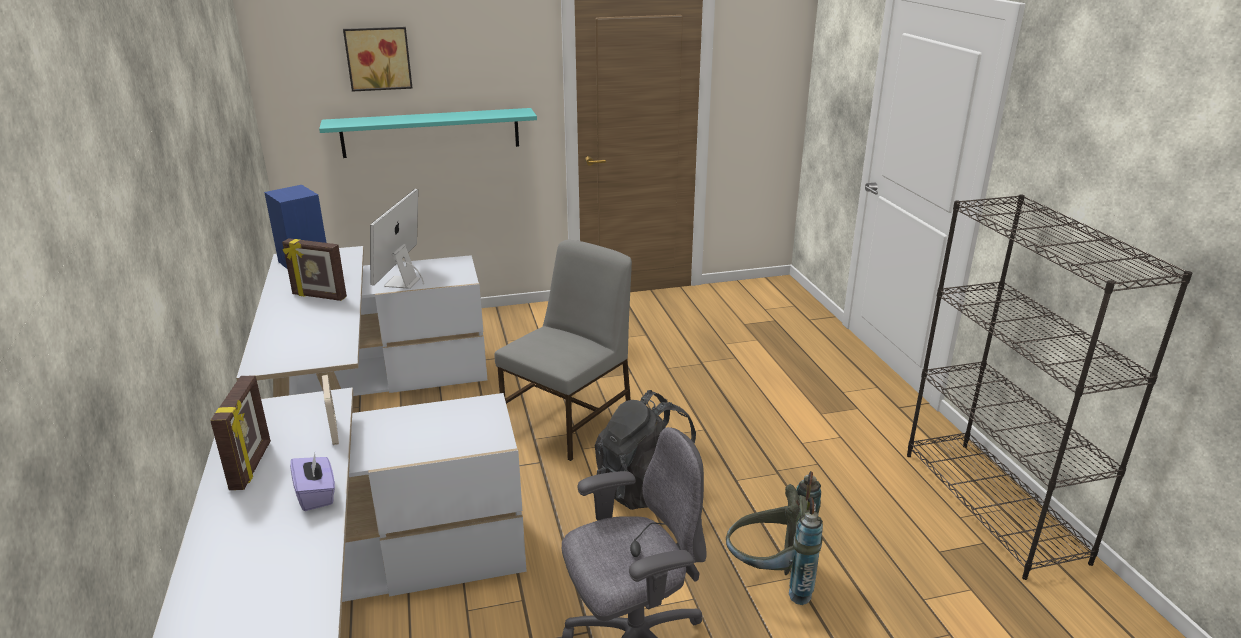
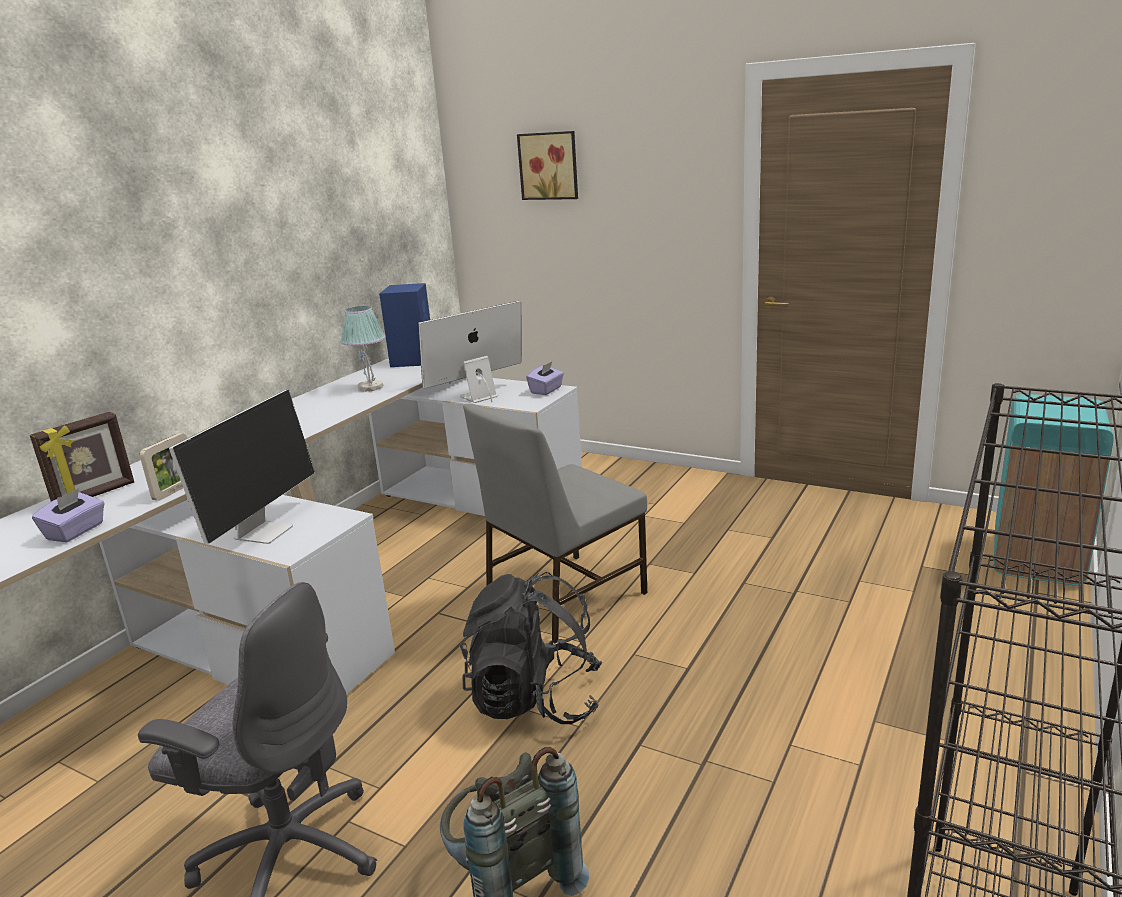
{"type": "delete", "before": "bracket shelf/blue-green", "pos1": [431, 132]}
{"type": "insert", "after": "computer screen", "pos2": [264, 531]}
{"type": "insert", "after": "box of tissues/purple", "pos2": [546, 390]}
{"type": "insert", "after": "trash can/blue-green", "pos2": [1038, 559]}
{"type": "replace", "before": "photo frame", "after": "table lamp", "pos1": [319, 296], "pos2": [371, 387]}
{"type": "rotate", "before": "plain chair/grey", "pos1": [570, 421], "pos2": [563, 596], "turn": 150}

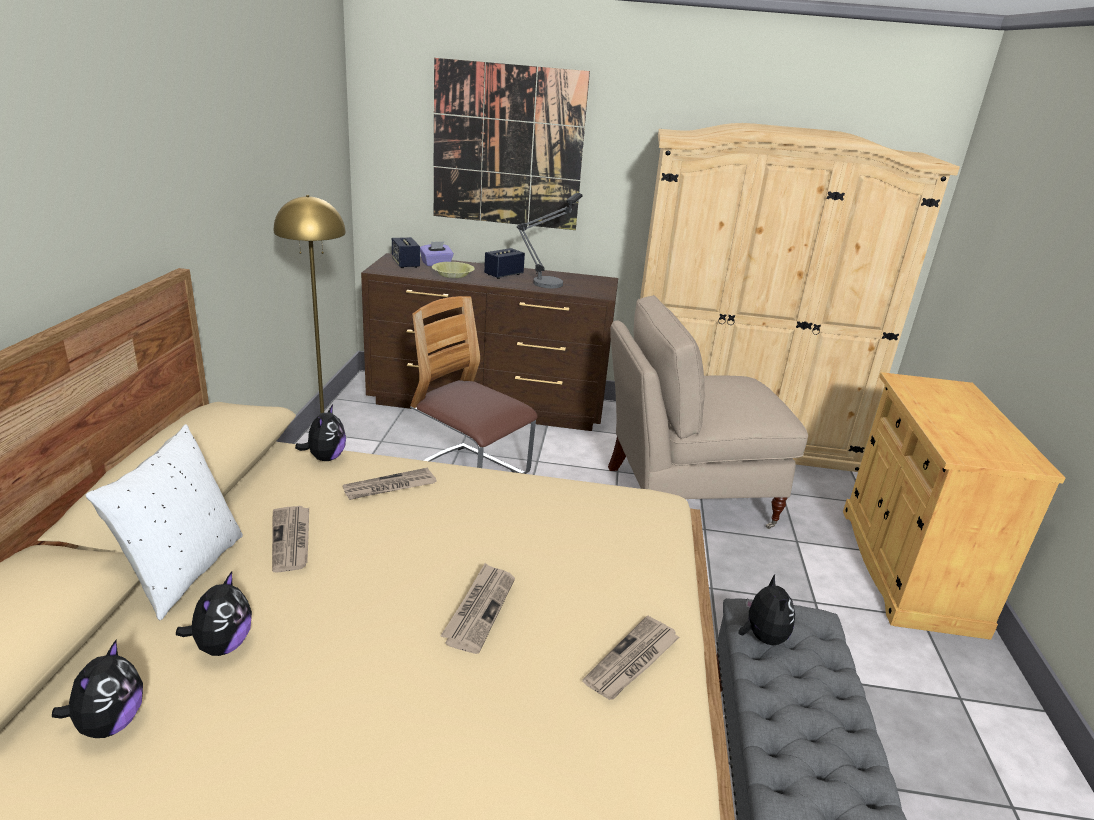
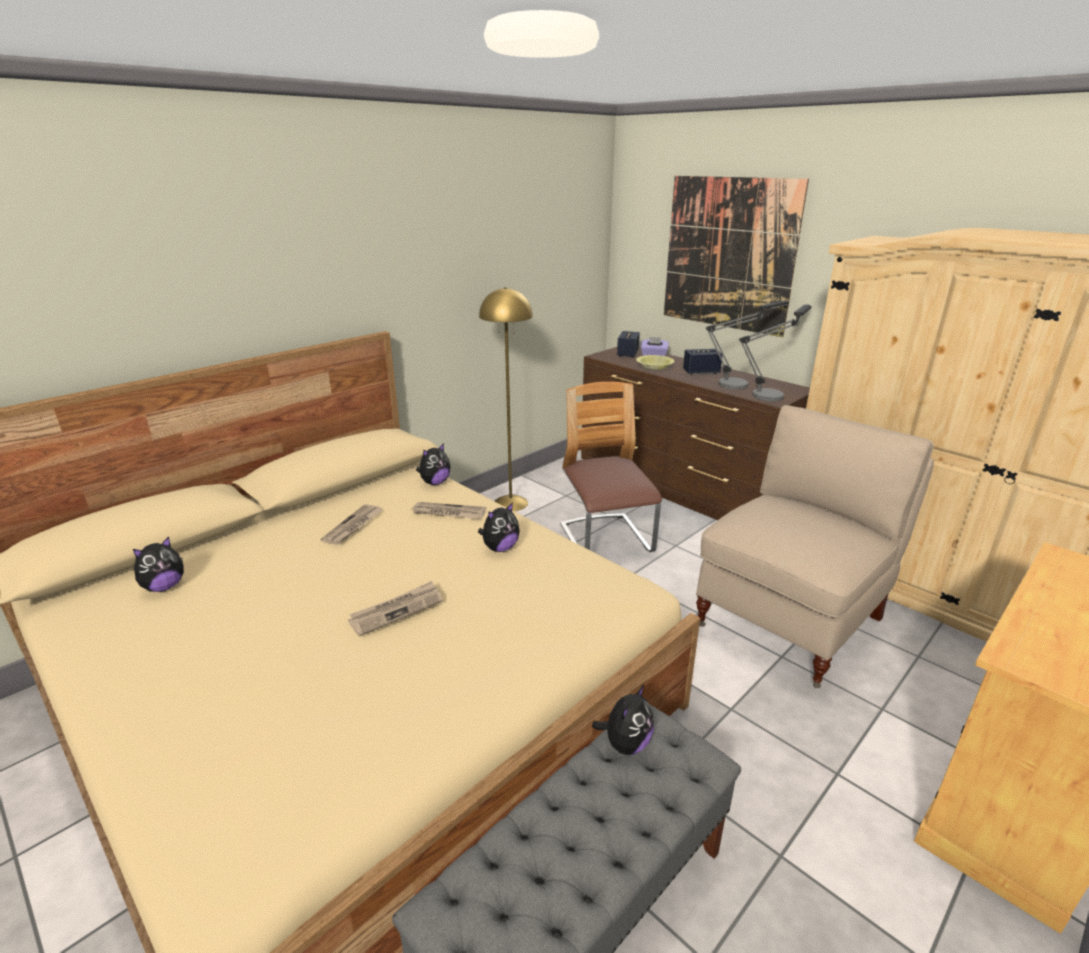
{"type": "delete", "before": "pillow/white-coloured", "pos1": [183, 571]}
{"type": "delete", "before": "newspaper", "pos1": [632, 661]}
{"type": "insert", "after": "table lamp", "pos2": [772, 393]}
{"type": "move", "before": "cuddly toy", "pos1": [222, 645], "pos2": [500, 548]}
{"type": "rotate", "before": "plain chair/beige-coloured", "pos1": [684, 497], "pos2": [791, 621], "turn": 105}

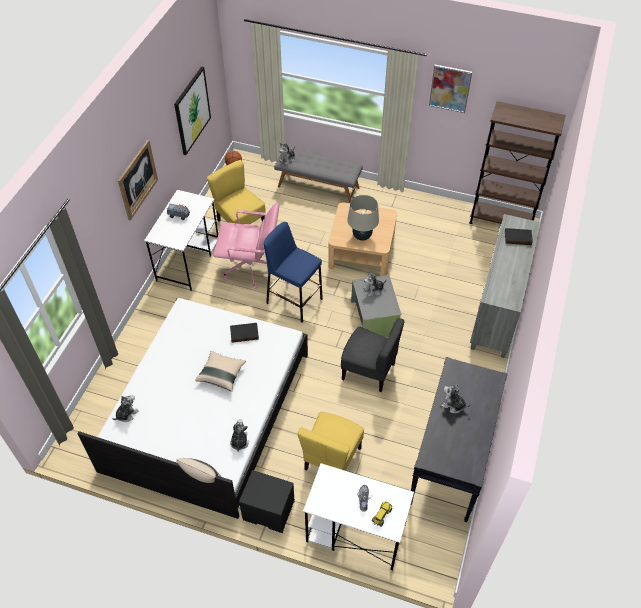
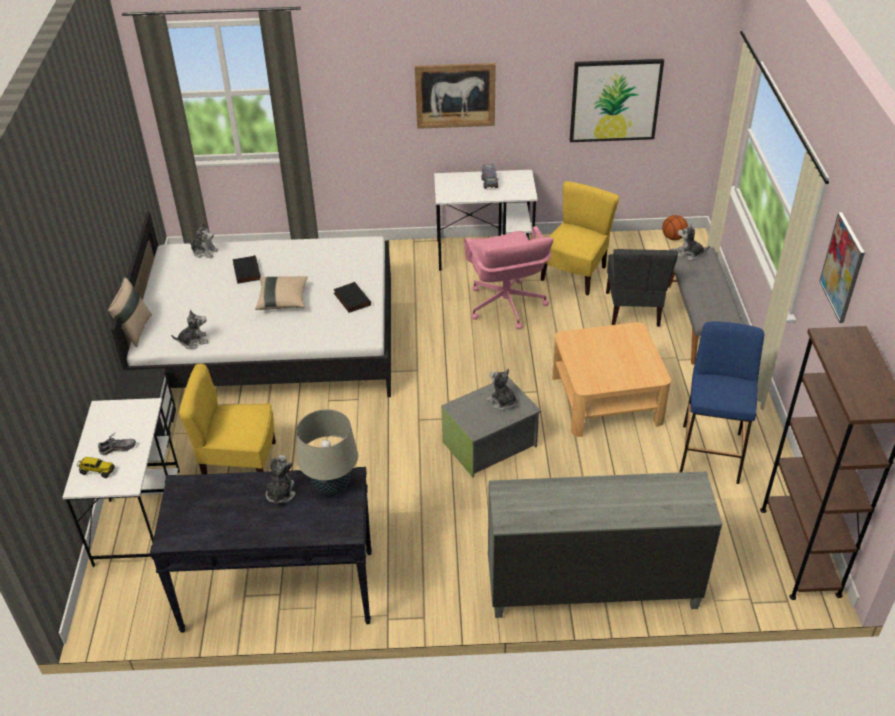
{"type": "move", "before": "stool seat/blue-coloured", "pos1": [294, 301], "pos2": [710, 453]}
{"type": "move", "before": "plain chair/grey", "pos1": [369, 371], "pos2": [634, 309]}
{"type": "move", "before": "table lamp/beige-coloured", "pos1": [362, 236], "pos2": [331, 487]}
{"type": "move", "before": "book/black-coloured", "pos1": [517, 238], "pos2": [246, 271]}

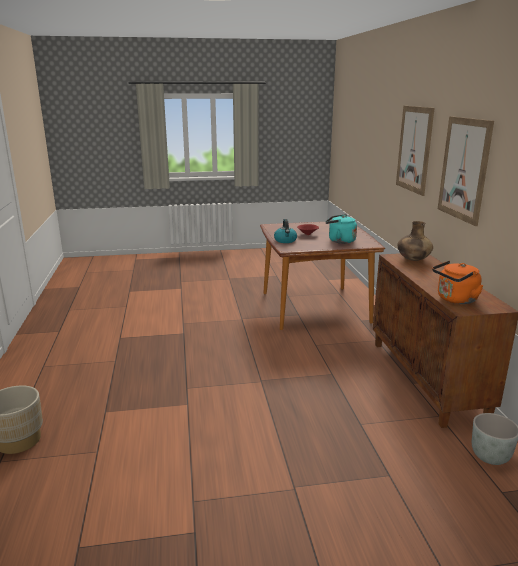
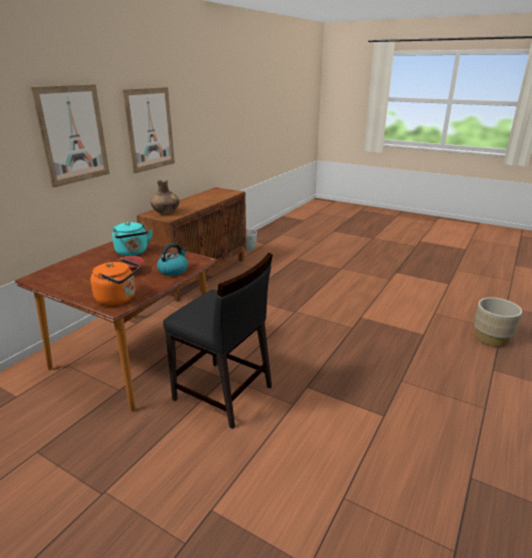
{"type": "insert", "after": "plain chair/black-coloured", "pos2": [223, 394]}
{"type": "move", "before": "kettle/orange-coloured", "pos1": [455, 300], "pos2": [119, 299]}

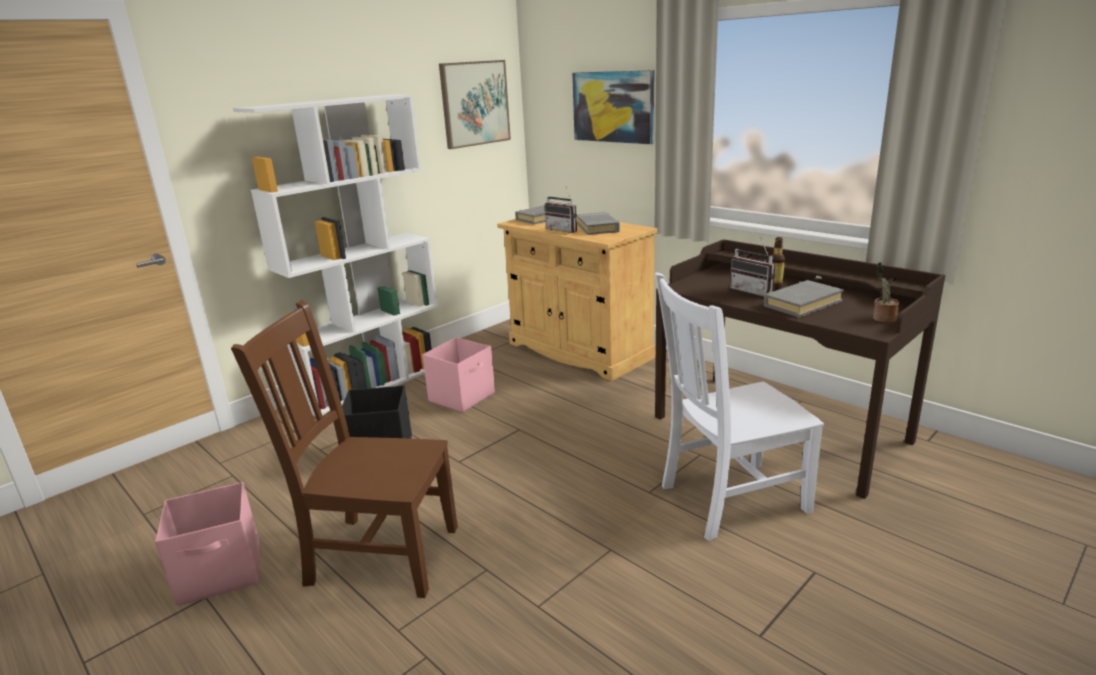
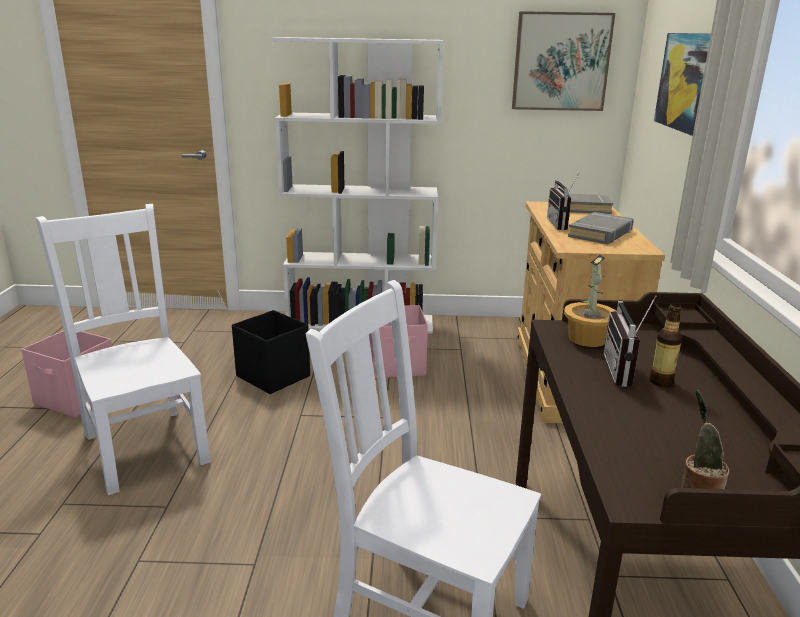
{"type": "delete", "before": "book/grey", "pos1": [802, 303]}
{"type": "insert", "after": "houseplant", "pos2": [588, 338]}
{"type": "recolor", "before": "plain chair/brown-coloured", "after": "plain chair/white-coloured", "pos1": [378, 554], "pos2": [144, 446]}

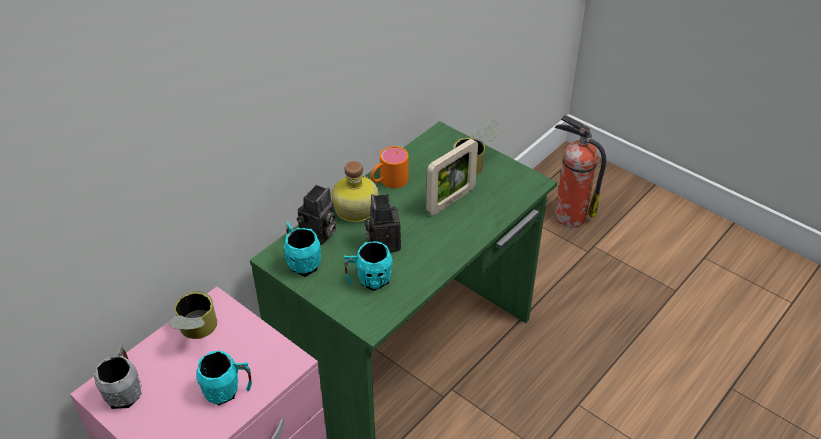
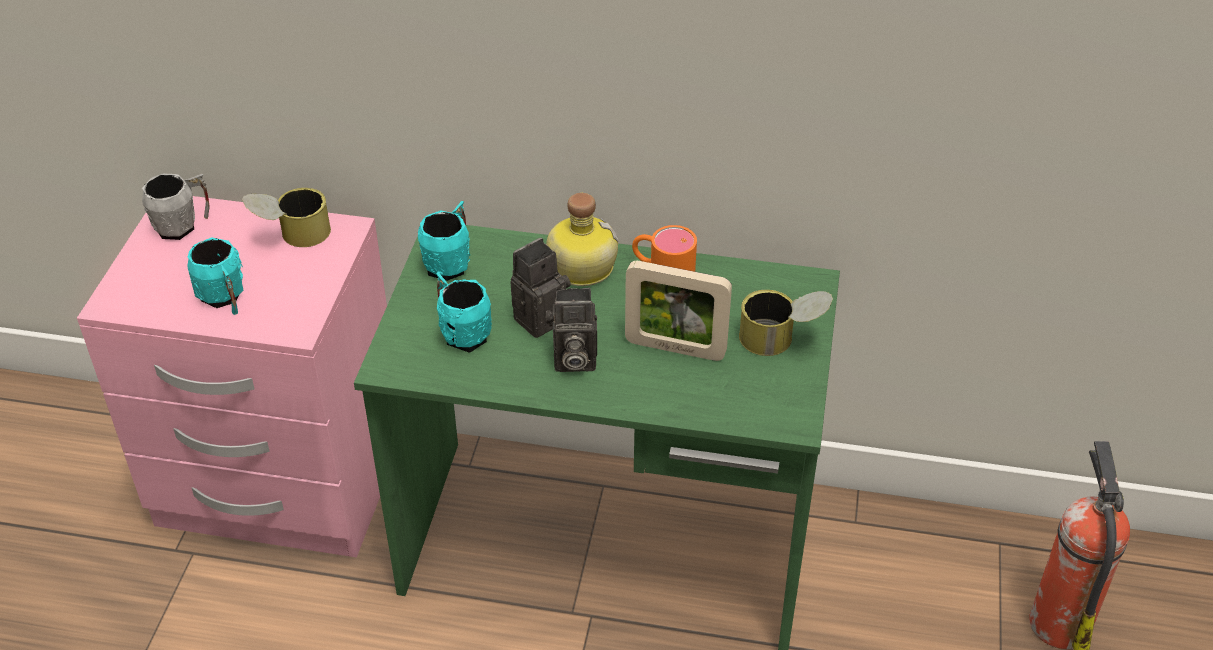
{"type": "move", "before": "photo camera", "pos1": [319, 235], "pos2": [572, 360]}

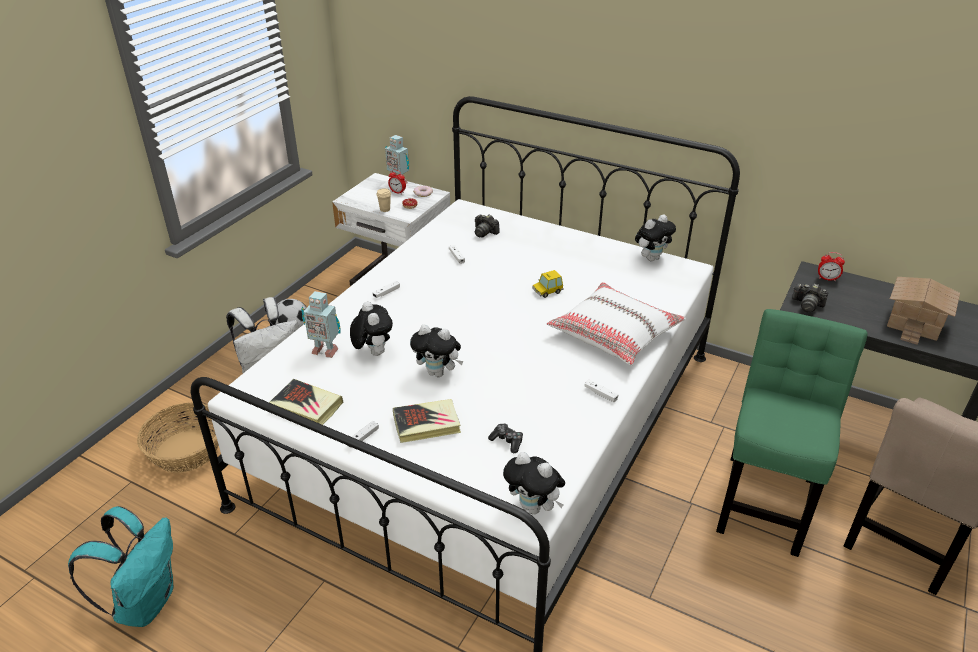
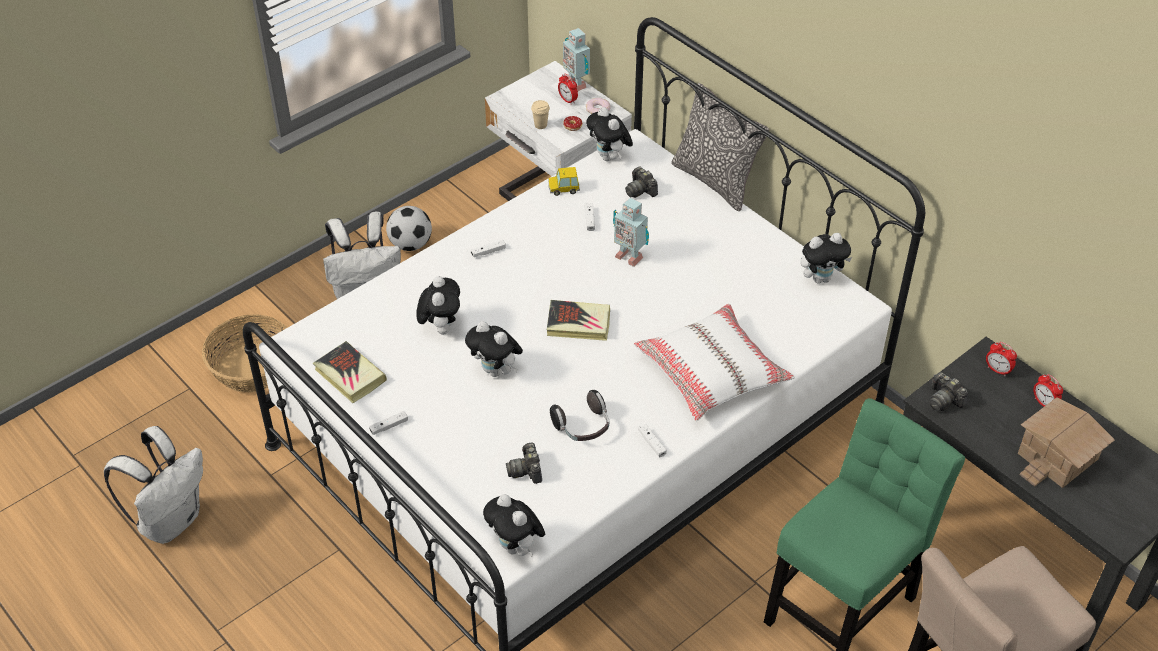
{"type": "insert", "after": "pair of headphones", "pos2": [582, 427]}
{"type": "insert", "after": "cuddly toy", "pos2": [609, 157]}
{"type": "insert", "after": "pillow", "pos2": [715, 181]}
{"type": "insert", "after": "table clock", "pos2": [1044, 403]}
{"type": "move", "before": "robot figure", "pos1": [325, 350], "pos2": [629, 256]}
{"type": "move", "before": "book", "pos1": [427, 424], "pos2": [578, 324]}
{"type": "move", "before": "toy car", "pos1": [547, 291], "pos2": [563, 188]}
{"type": "replace", "before": "gamepad", "after": "photo camera", "pos1": [507, 441], "pos2": [526, 470]}
{"type": "recolor", "before": "knapsack/blue-green", "after": "knapsack/white-coloured", "pos1": [145, 602], "pos2": [171, 520]}

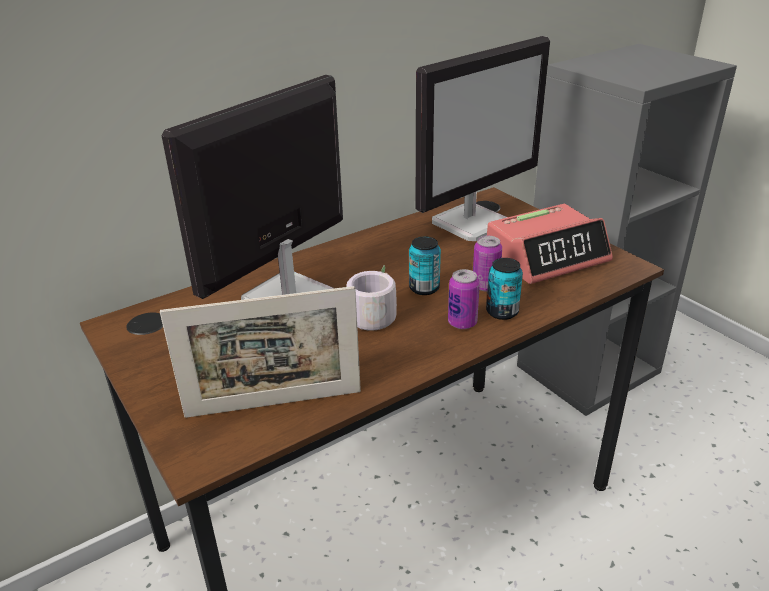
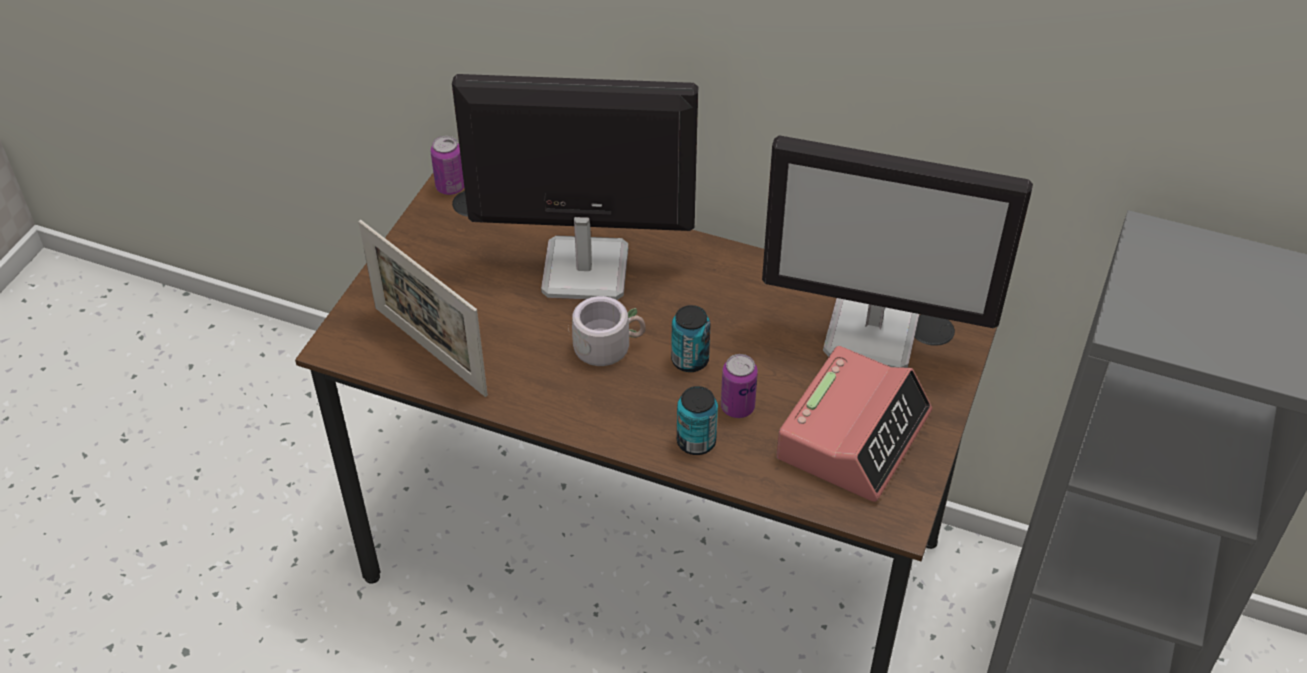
{"type": "move", "before": "metal can", "pos1": [462, 323], "pos2": [450, 187]}
{"type": "rotate", "before": "table clock", "pos1": [547, 256], "pos2": [853, 435], "turn": -90}

